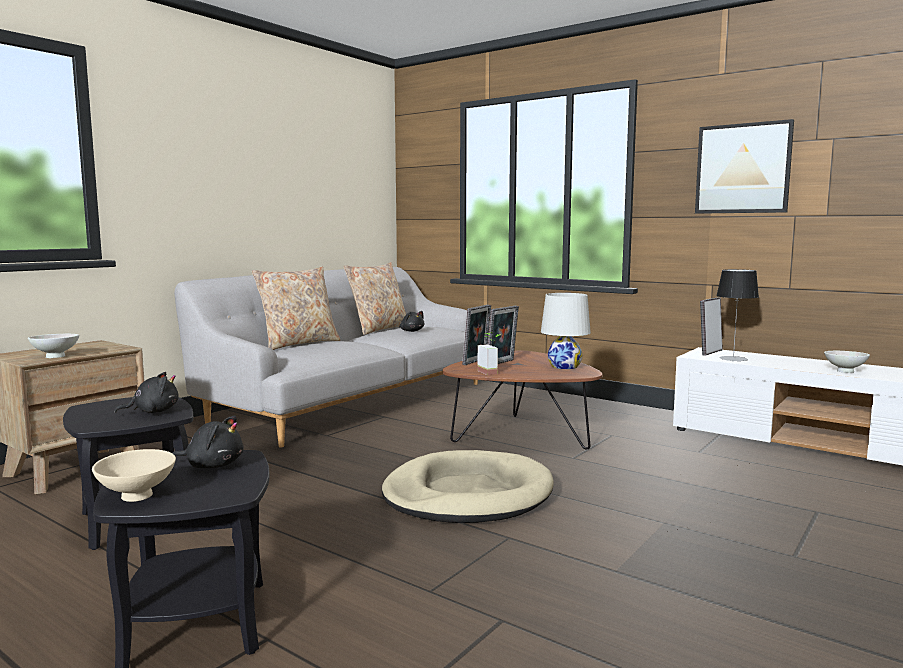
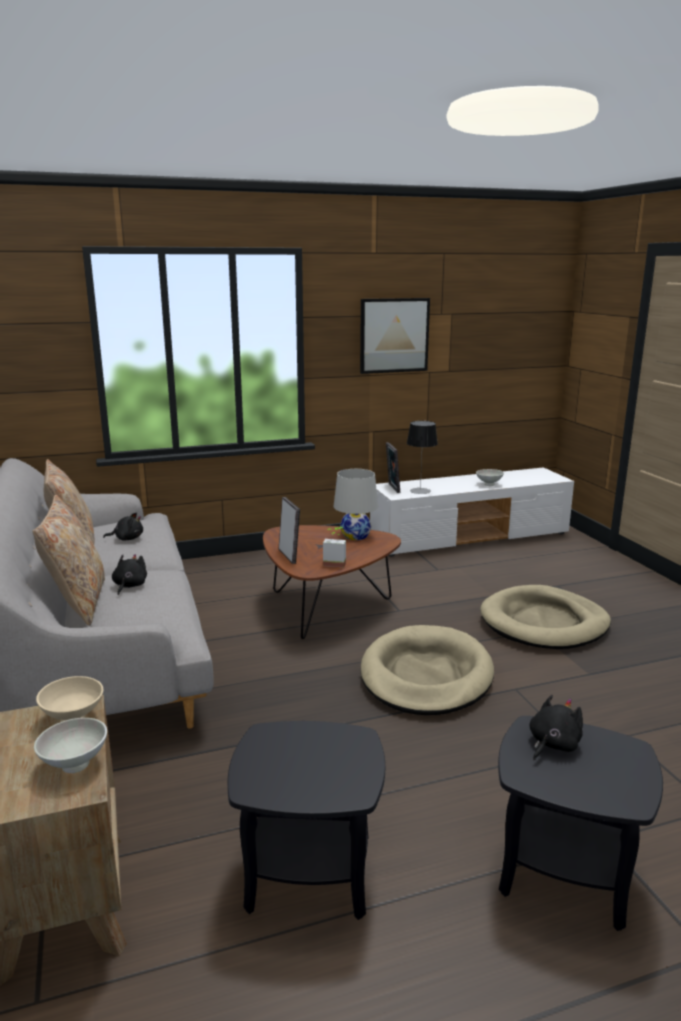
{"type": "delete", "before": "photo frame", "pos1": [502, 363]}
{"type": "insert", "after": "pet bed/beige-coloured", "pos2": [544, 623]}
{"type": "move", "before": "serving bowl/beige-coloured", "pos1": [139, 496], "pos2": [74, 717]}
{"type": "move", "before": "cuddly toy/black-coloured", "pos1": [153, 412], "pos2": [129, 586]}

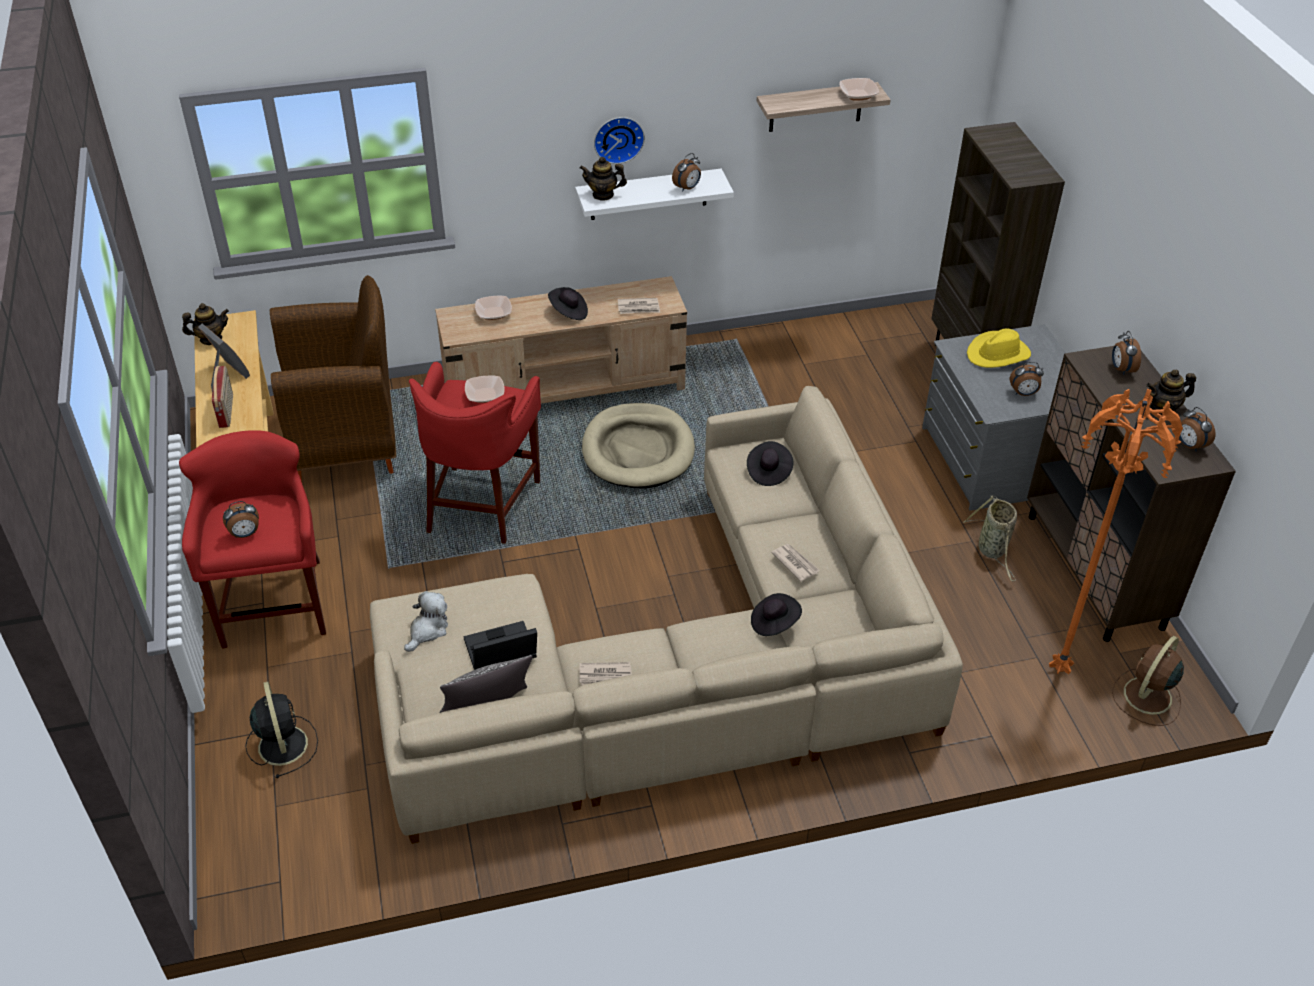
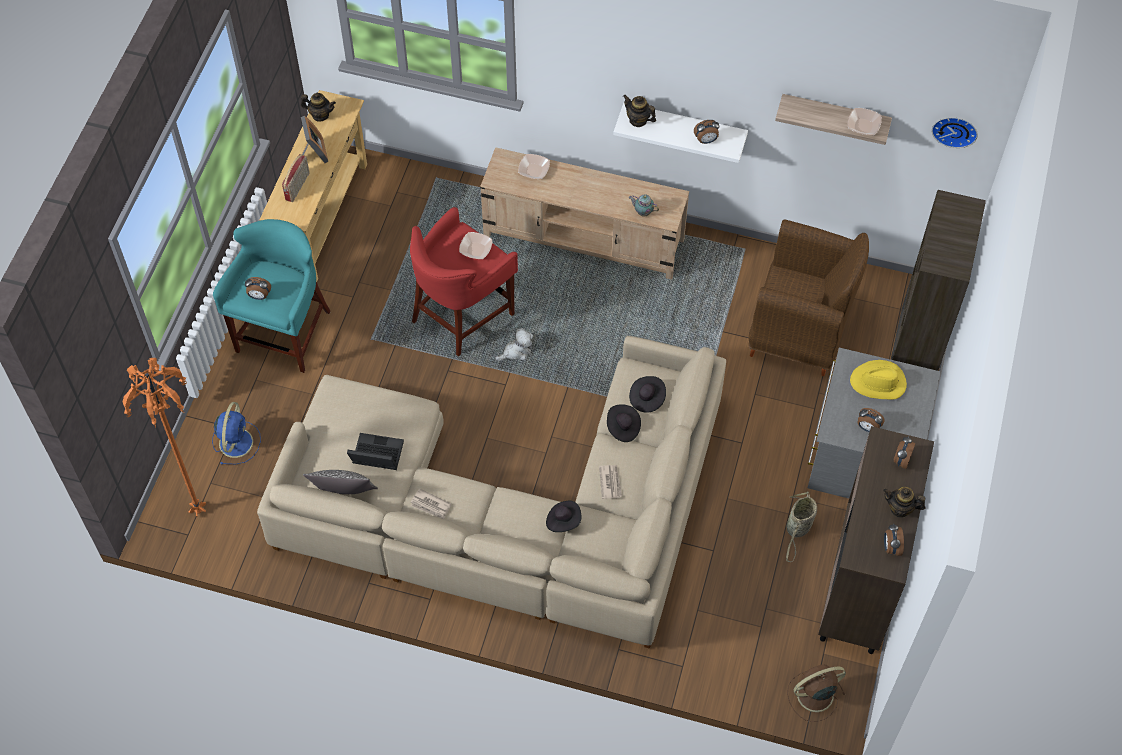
{"type": "delete", "before": "pet bed/beige-coloured", "pos1": [638, 450]}
{"type": "move", "before": "lounge chair/brown-coloured", "pos1": [346, 444], "pos2": [800, 331]}
{"type": "move", "before": "cuddly toy", "pos1": [428, 630], "pos2": [516, 351]}
{"type": "move", "before": "clothing hat/black-coloured", "pos1": [569, 312], "pos2": [623, 427]}
{"type": "move", "before": "clock on the wall", "pos1": [618, 138], "pos2": [955, 129]}
{"type": "move", "before": "standard lamp/orange-coloured", "pos1": [1060, 667], "pos2": [200, 509]}
{"type": "replace", "before": "newspaper", "after": "pot for tea", "pos1": [638, 308], "pos2": [642, 212]}
{"type": "recolor", "before": "stool seat/red", "after": "stool seat/blue-green", "pos1": [275, 605], "pos2": [284, 334]}
{"type": "recolor", "before": "cooling fan/black-coloured", "after": "cooling fan/blue-coloured", "pos1": [282, 743], "pos2": [236, 441]}

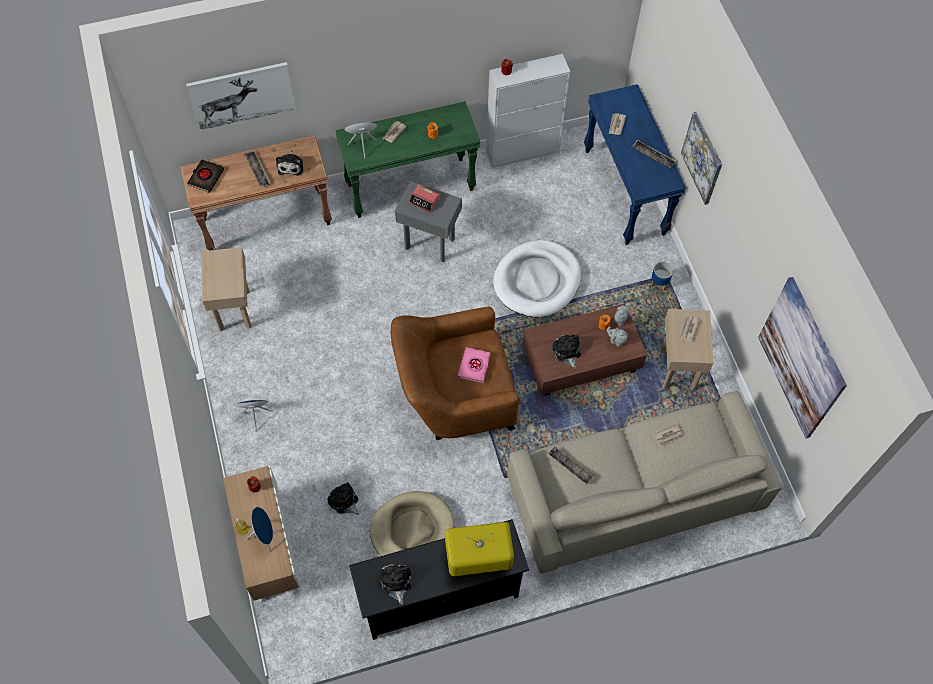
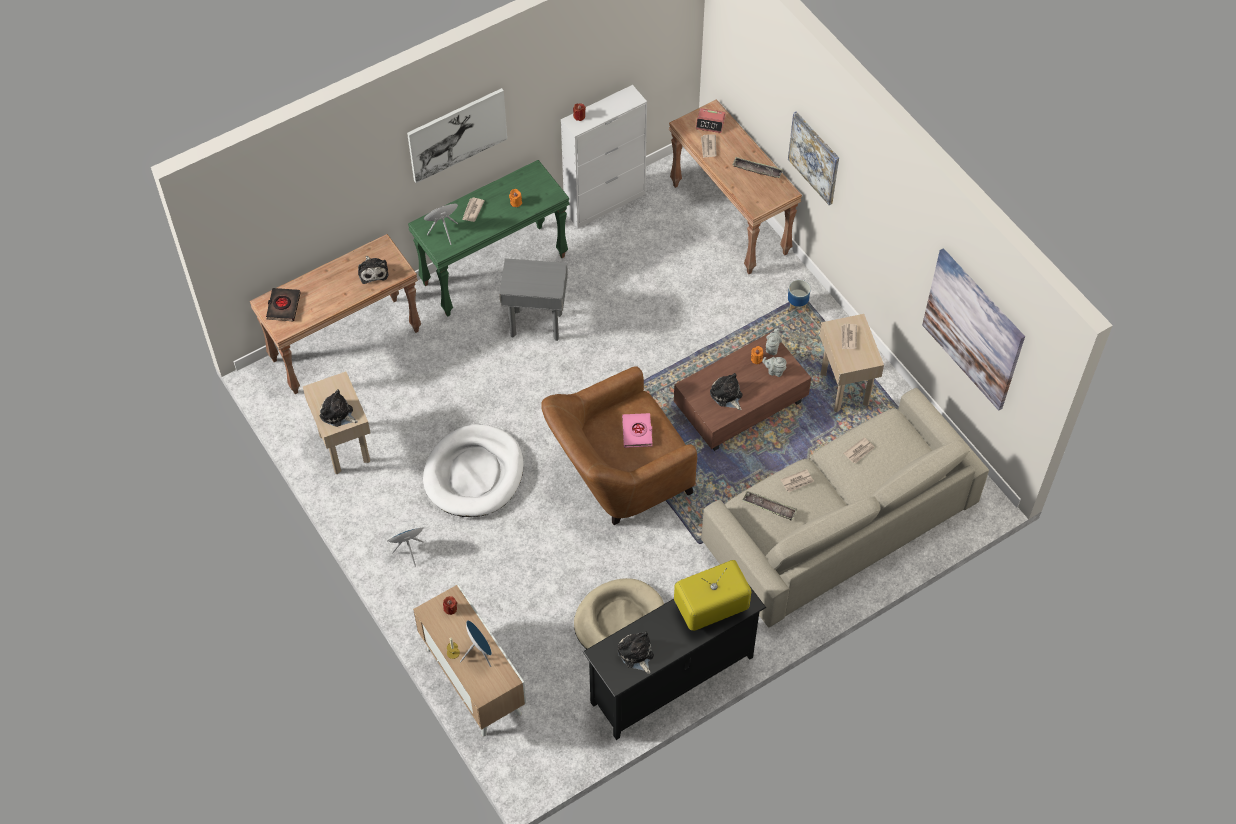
{"type": "delete", "before": "carrying tray", "pos1": [257, 170]}
{"type": "insert", "after": "newspaper", "pos2": [797, 481]}
{"type": "move", "before": "picture", "pos1": [242, 95], "pos2": [457, 134]}
{"type": "move", "before": "cuddly toy", "pos1": [344, 501], "pos2": [338, 414]}
{"type": "move", "before": "table clock", "pos1": [424, 201], "pos2": [710, 123]}
{"type": "move", "before": "pet bed/white-coloured", "pos1": [537, 281], "pos2": [474, 474]}
{"type": "recolor", "before": "narrow table/blue-coloured", "after": "narrow table/brown-coloured", "pos1": [625, 192], "pos2": [730, 219]}

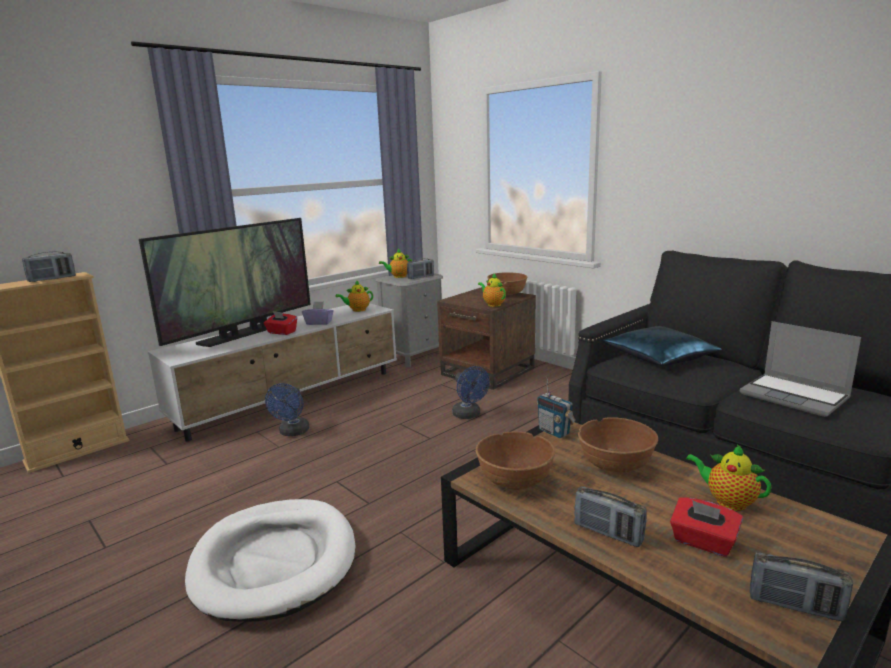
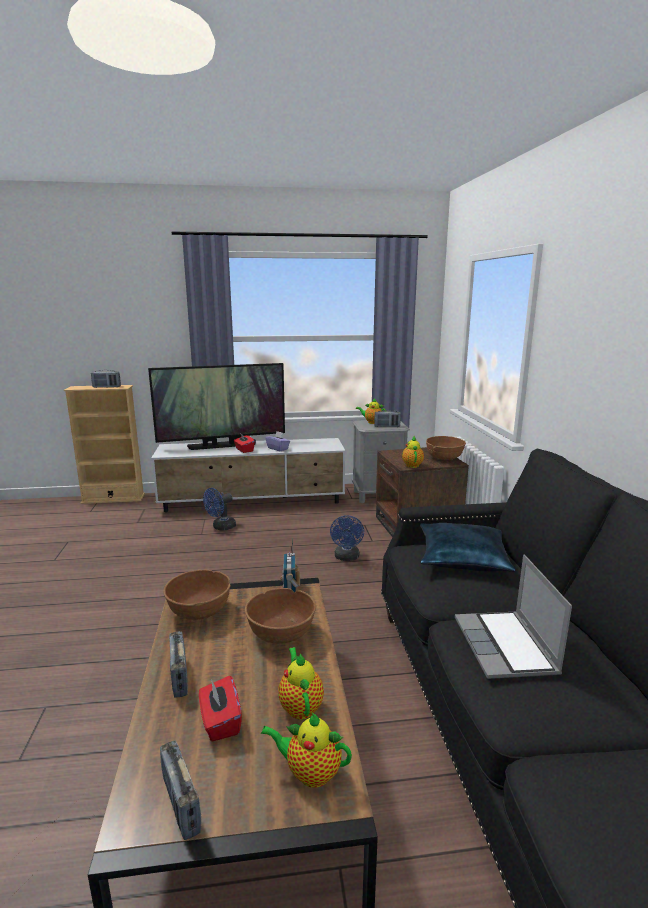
{"type": "delete", "before": "pet bed/white-coloured", "pos1": [275, 562]}
{"type": "move", "before": "pot for tea", "pos1": [357, 310], "pos2": [310, 772]}

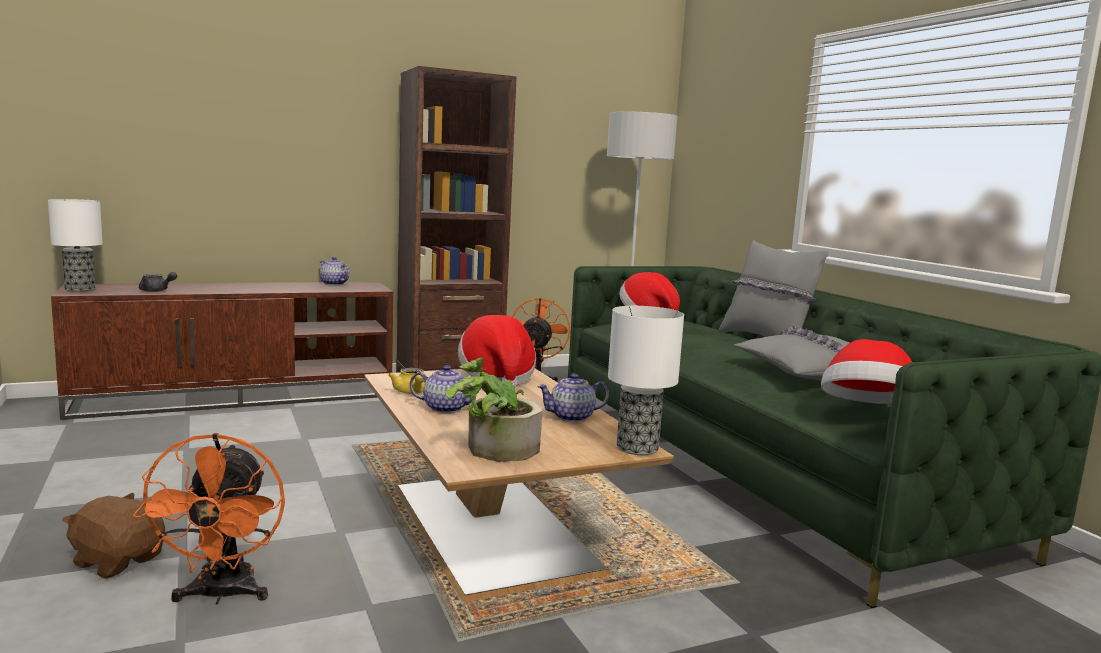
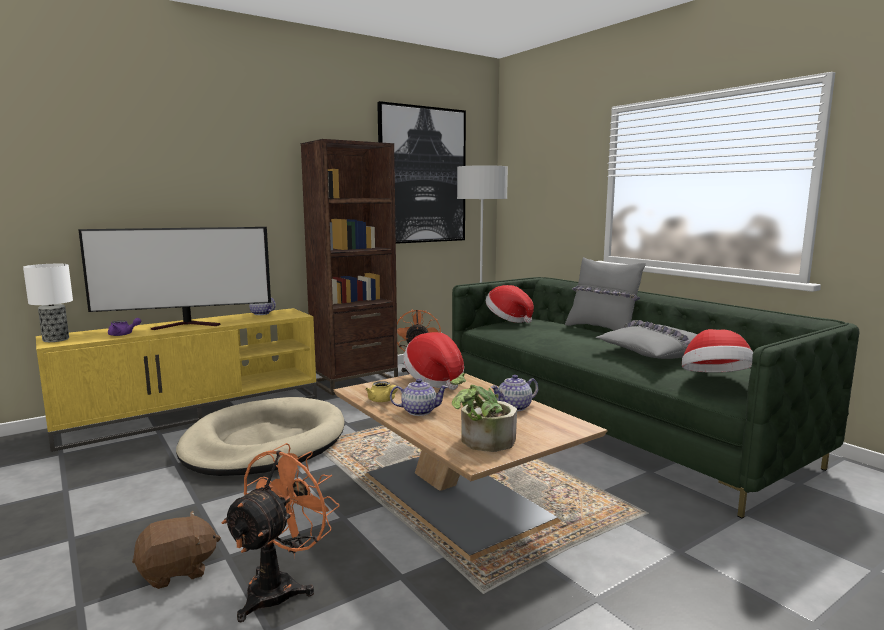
{"type": "delete", "before": "table lamp", "pos1": [637, 448]}
{"type": "insert", "after": "TV set", "pos2": [189, 325]}
{"type": "insert", "after": "pet bed/beige-coloured", "pos2": [264, 443]}
{"type": "insert", "after": "picture", "pos2": [422, 175]}
{"type": "recolor", "before": "tv stand/brown-coloured", "after": "tv stand/yellowish", "pos1": [239, 396], "pos2": [194, 412]}
{"type": "recolor", "before": "pot for tea/grey", "after": "pot for tea/purple", "pos1": [156, 291], "pos2": [123, 334]}
{"type": "rotate", "before": "cuddly toy/brown-coloured", "pos1": [118, 561], "pos2": [177, 571], "turn": 135}
{"type": "rotate", "before": "cooling fan/orange-coloured", "pos1": [221, 595], "pos2": [280, 587], "turn": -135}

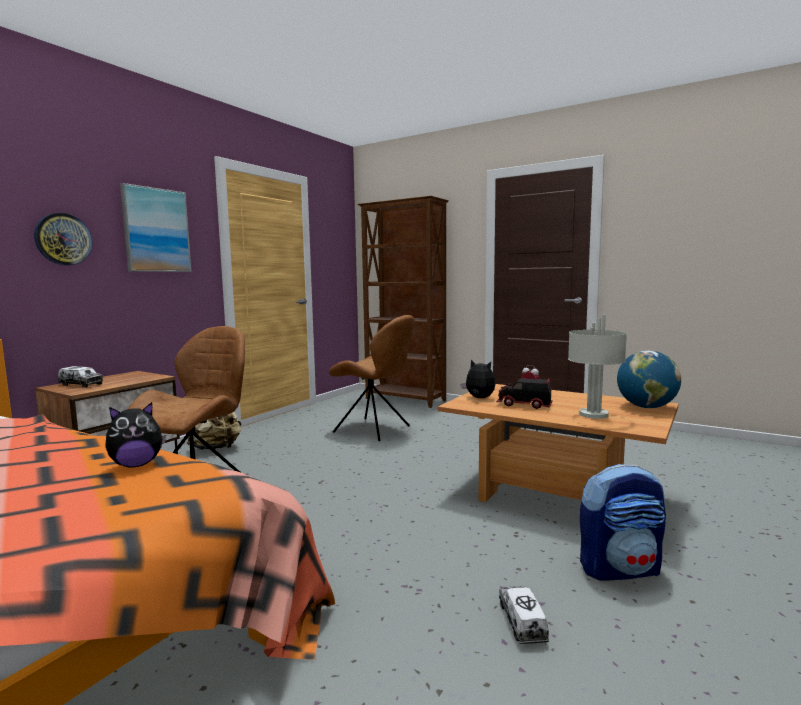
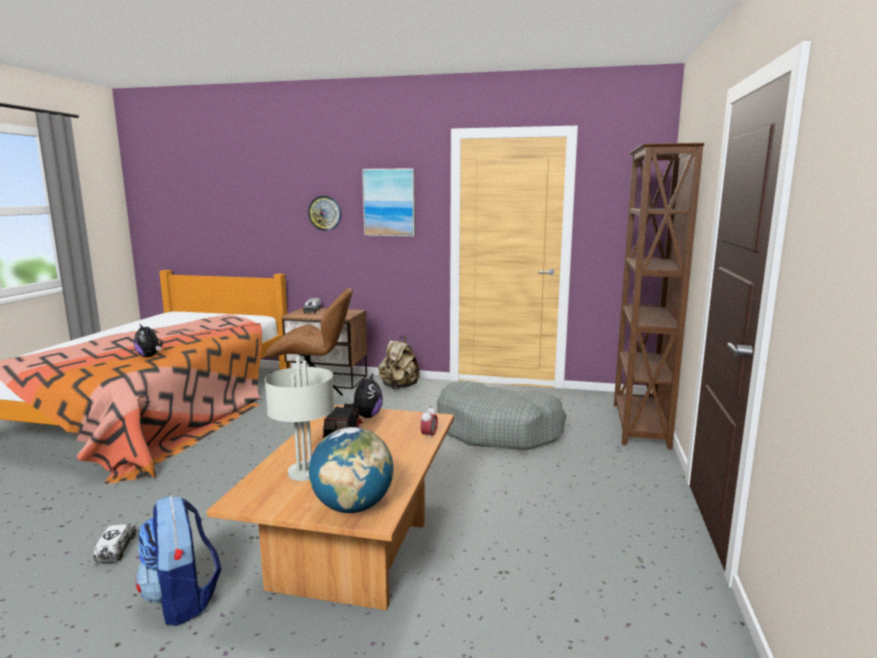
{"type": "replace", "before": "plain chair/brown-coloured", "after": "pet bed/grey", "pos1": [374, 430], "pos2": [498, 430]}
{"type": "rotate", "before": "toy lorry", "pos1": [522, 622], "pos2": [116, 549], "turn": -75}

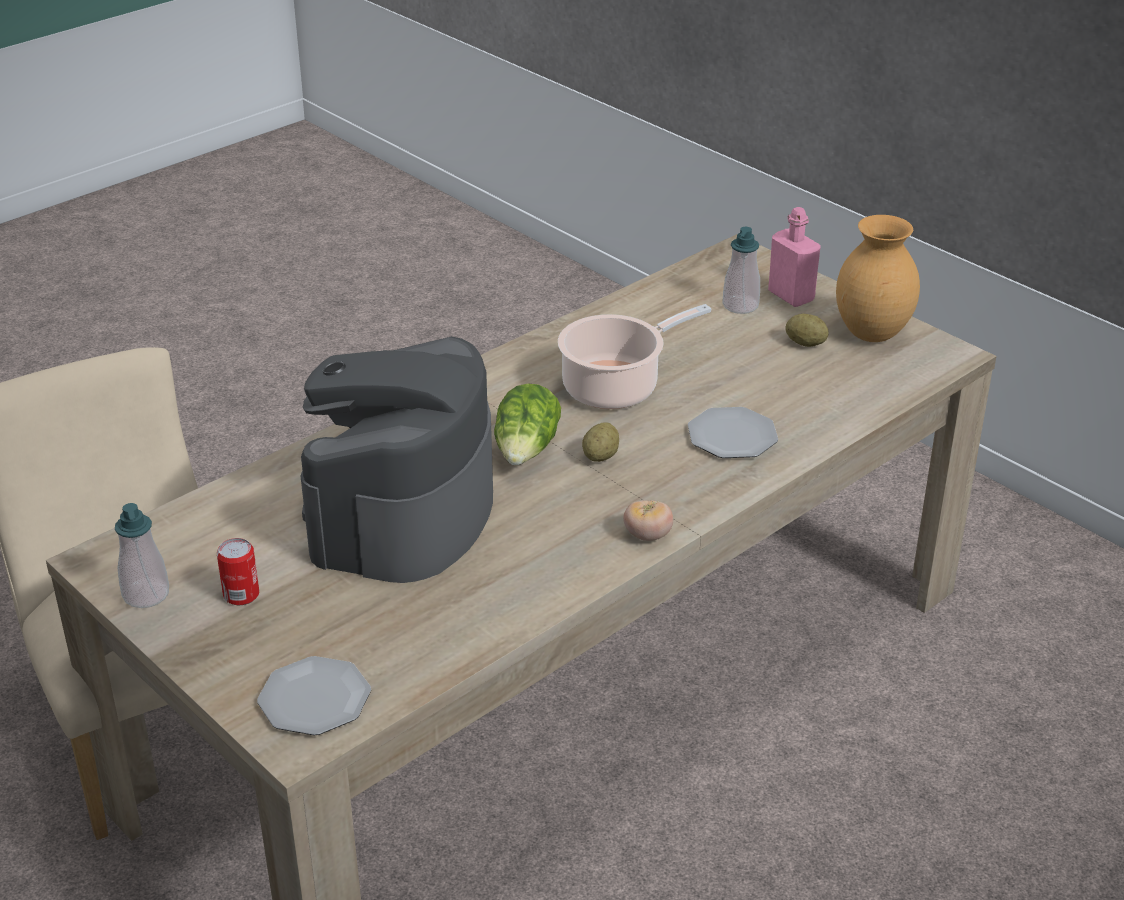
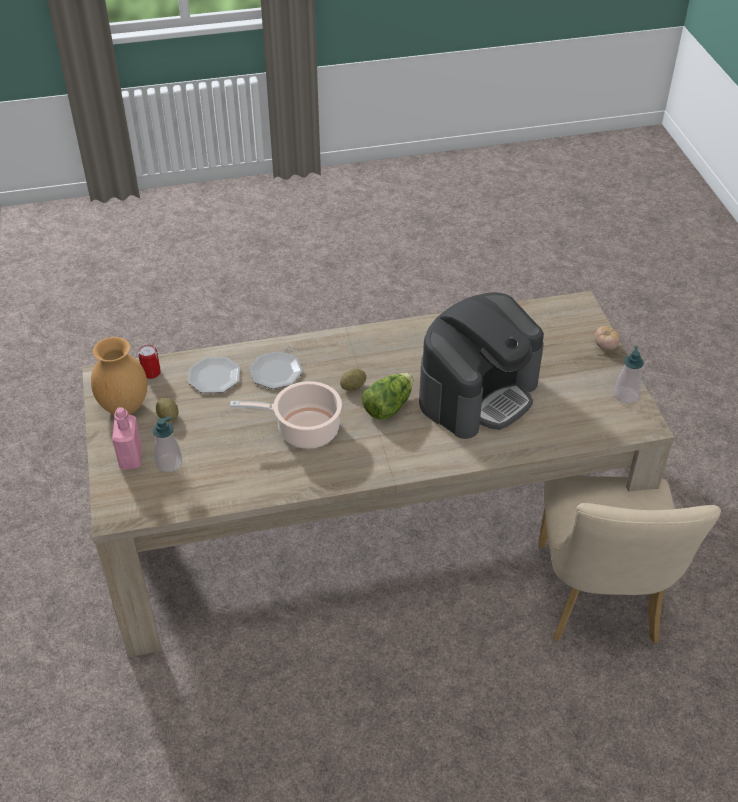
{"type": "move", "before": "metal can", "pos1": [241, 594], "pos2": [151, 373]}
{"type": "move", "before": "plate", "pos1": [313, 699], "pos2": [214, 377]}
{"type": "move", "before": "tomato", "pos1": [647, 535], "pos2": [605, 346]}

